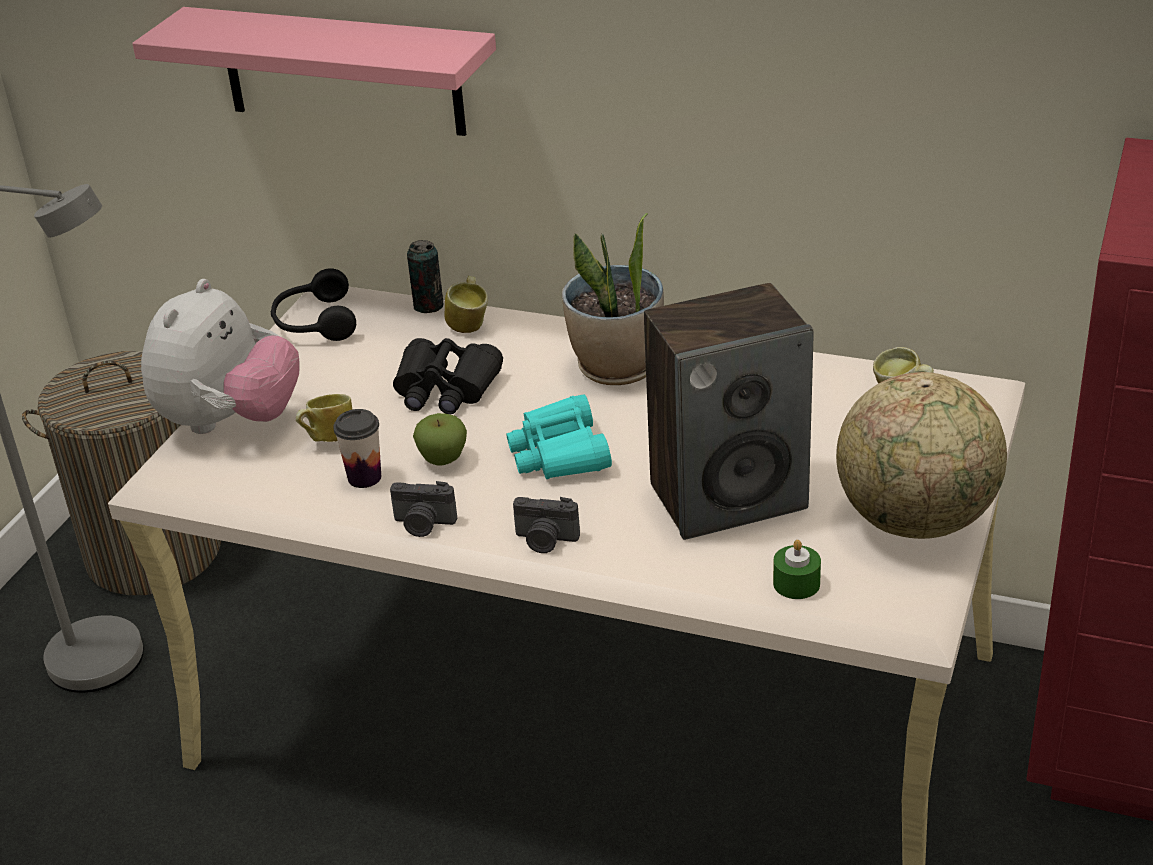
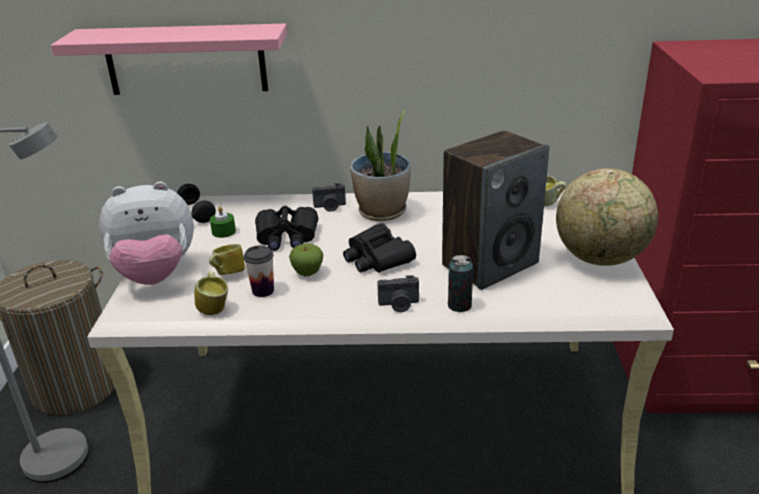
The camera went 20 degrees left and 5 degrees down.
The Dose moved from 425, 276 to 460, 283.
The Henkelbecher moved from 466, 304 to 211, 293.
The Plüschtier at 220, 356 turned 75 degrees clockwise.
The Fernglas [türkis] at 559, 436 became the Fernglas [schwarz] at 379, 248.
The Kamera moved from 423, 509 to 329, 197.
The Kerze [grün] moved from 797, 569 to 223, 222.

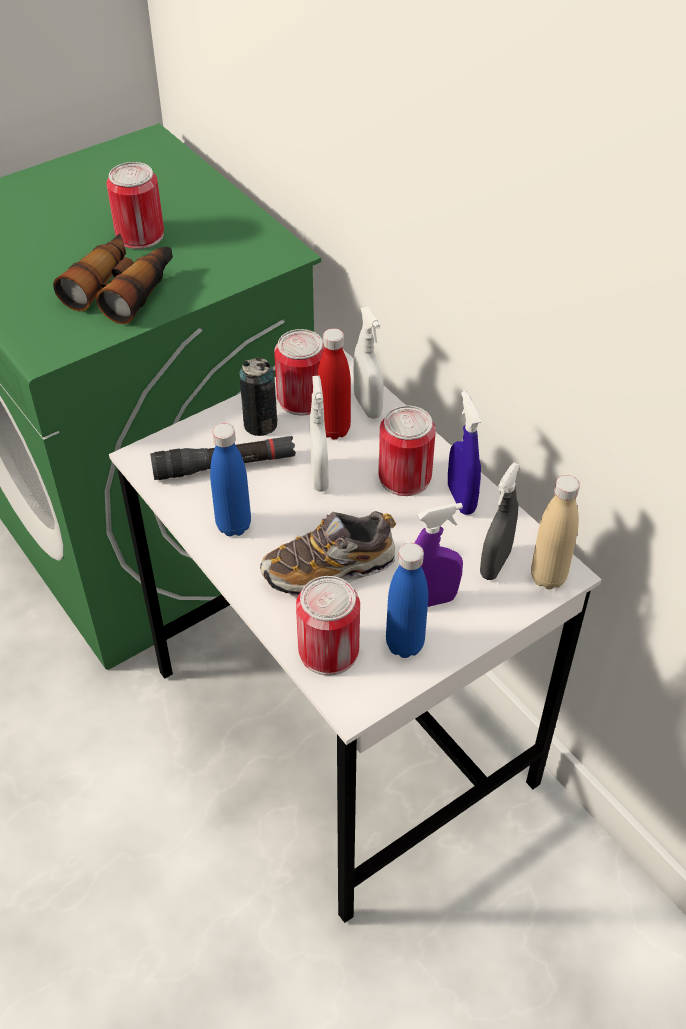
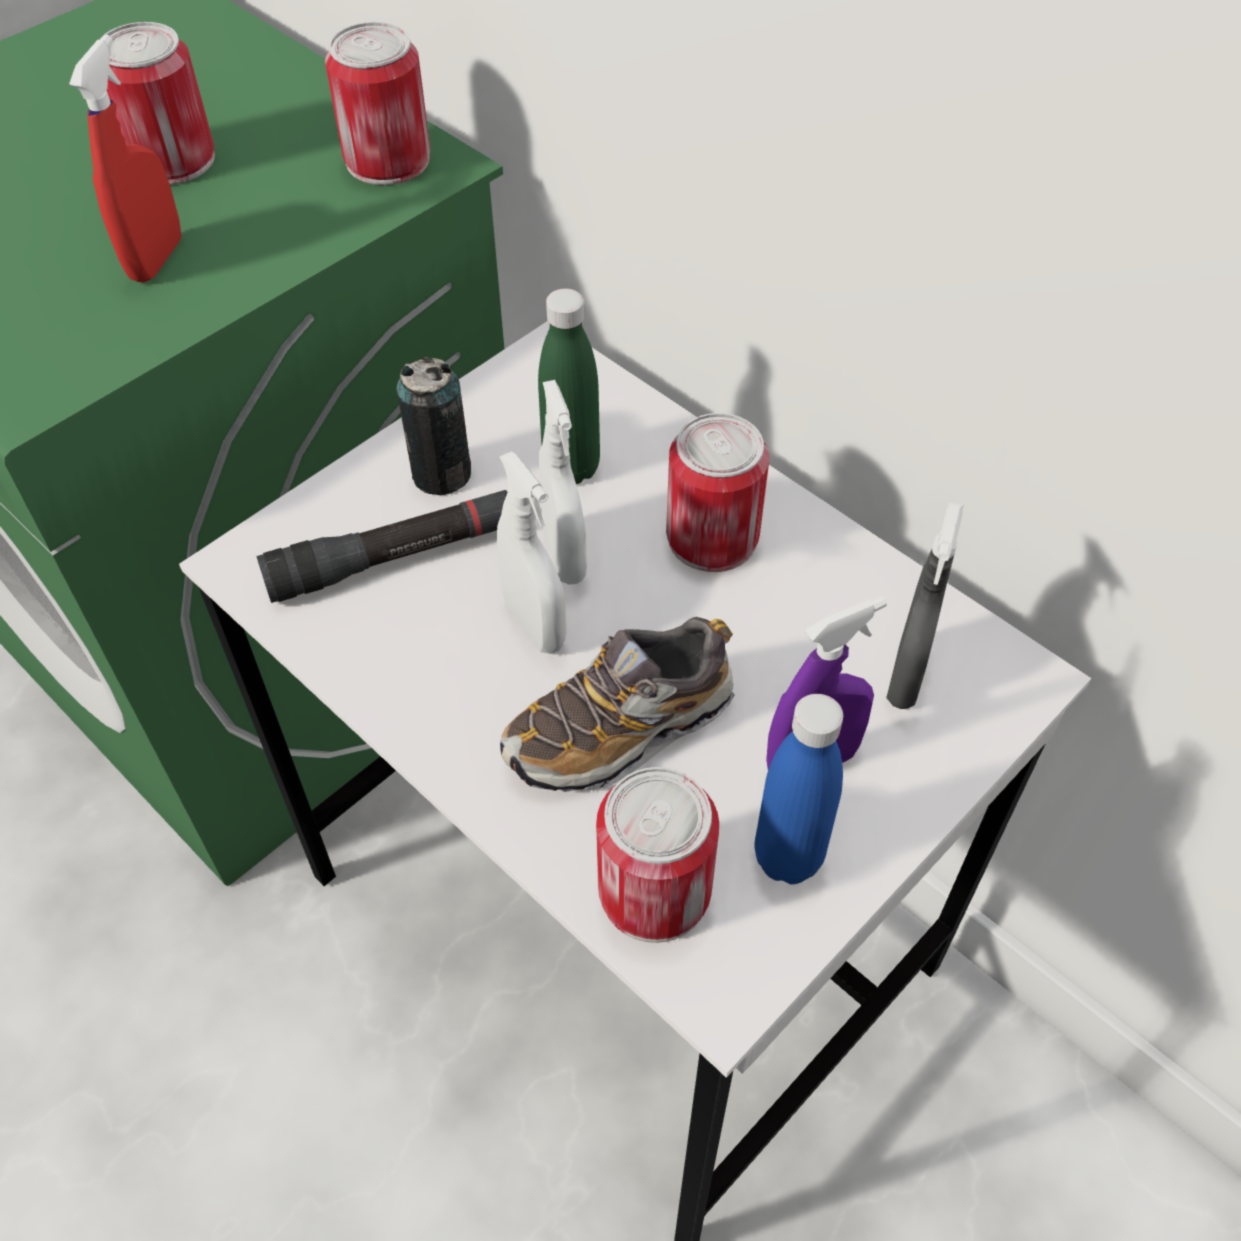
The camera went 10 degrees left and 5 degrees up.
The Fernglas at 113, 279 was replaced by the Sprühflasche [rot] at 125, 159.
The Sprühflasche [weiß] moved from 368, 363 to 532, 552.
The Flasche [rot] at 334, 383 became the Flasche [grün] at 569, 386.
The Dose moved from 299, 372 to 377, 103.
The Sprühflasche [blau] at 464, 453 disappeared.
The Flasche [blau] at 230, 480 disappeared.
The Flasche [beige] at 555, 532 disappeared.

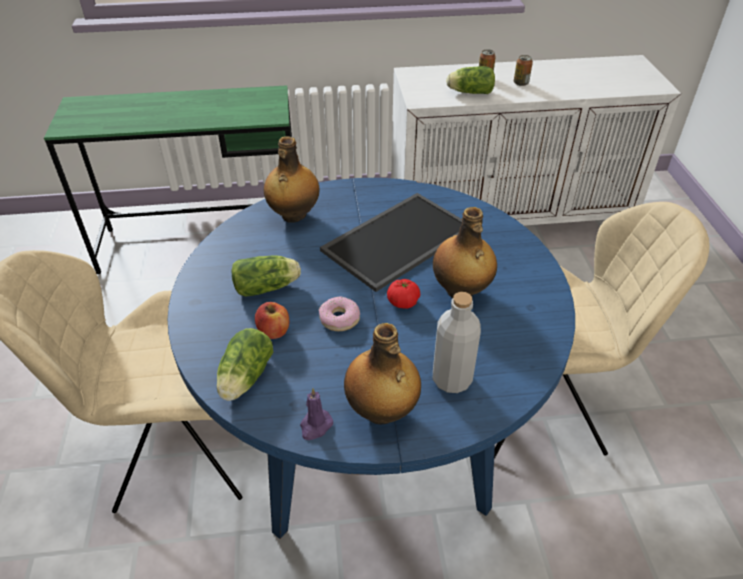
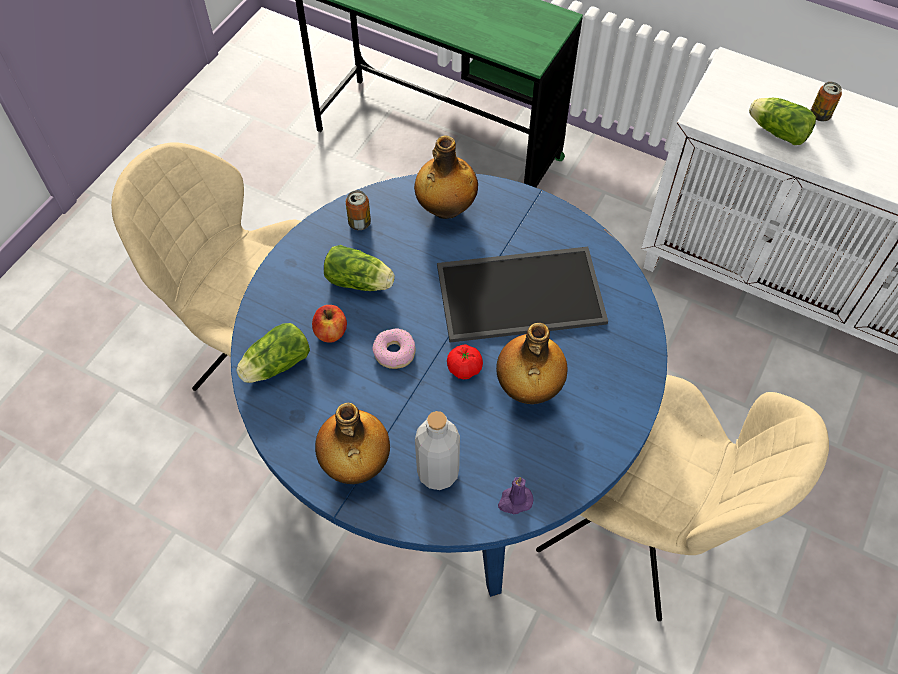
The camera went 35 degrees right and 15 degrees up.
The Dose moved from 523, 70 to 358, 210.
The Kerze [lila] moved from 316, 414 to 515, 495.

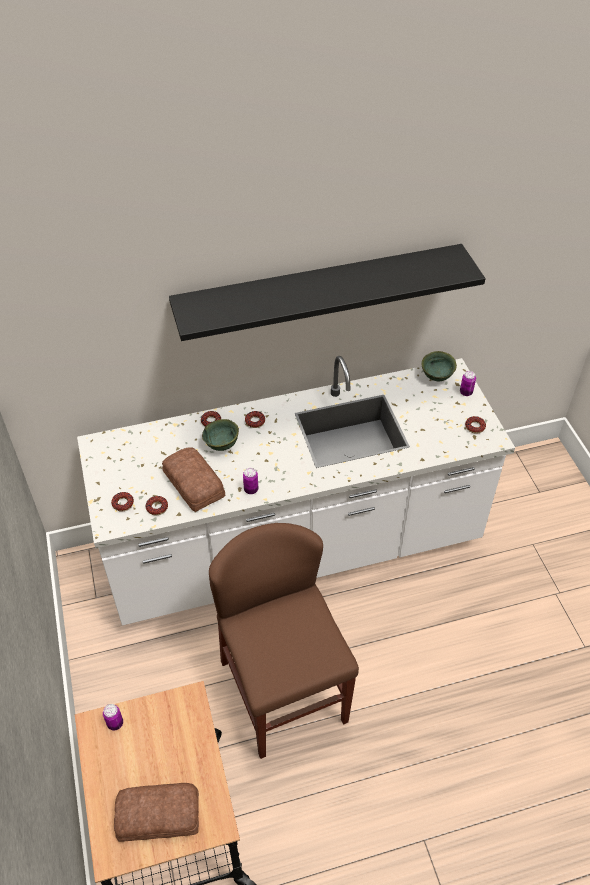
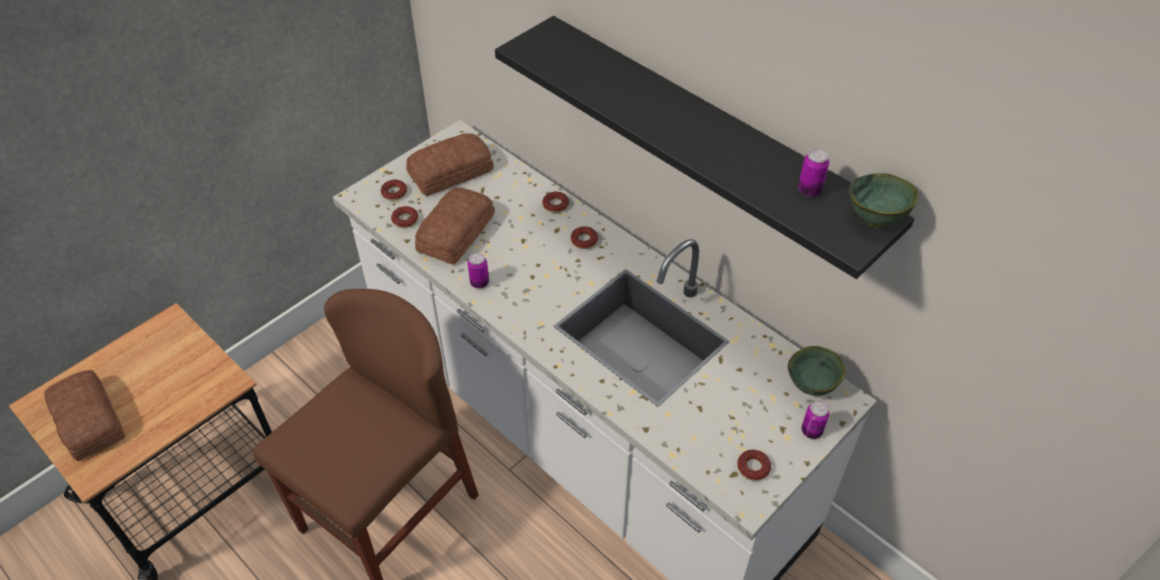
The camera went 60 degrees right and 0 degrees up.
The Schüssel [grün] moved from 220, 435 to 883, 200.
The Dose moved from 113, 717 to 813, 173.
The Brot at 450, 164 appeared.

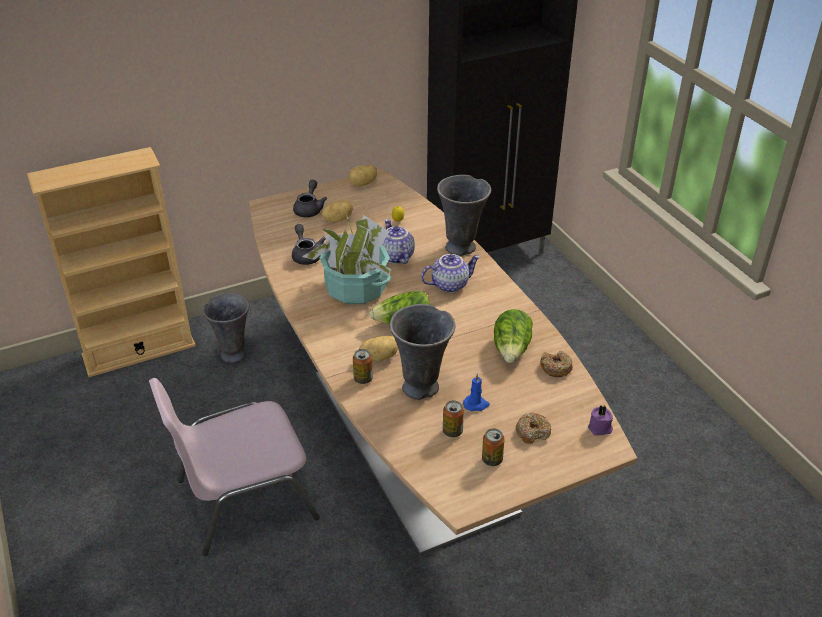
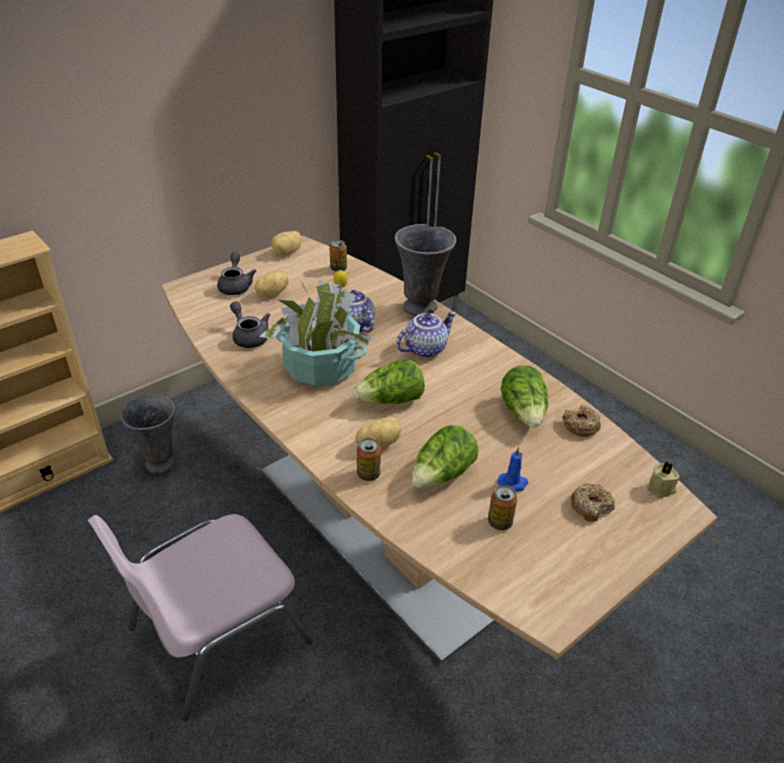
The camera went 15 degrees left and 0 degrees up.
The Vase [grau] at 423, 352 was replaced by the Salatkopf at 445, 456.
The Kerze [lila] at 600, 420 became the Kerze [beige] at 663, 479.
The Dose moved from 493, 447 to 338, 256.

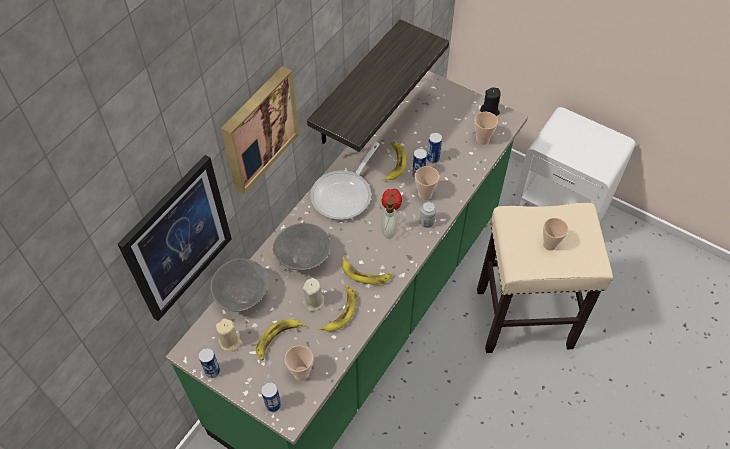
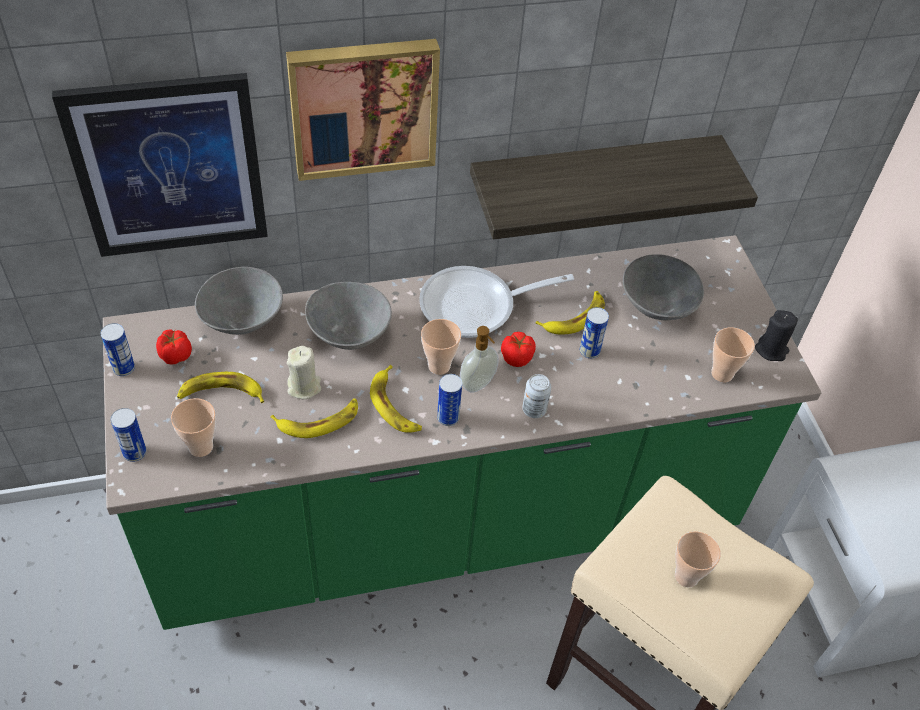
The camera went 40 degrees right and 5 degrees down.
The Dose moved from 434, 148 to 449, 400.
The Tasse moved from 427, 183 to 441, 347.
The Kerze [beige] at 229, 334 was replaced by the Tomate at 174, 346.
The Schüssel [grau] at 663, 287 appeared.

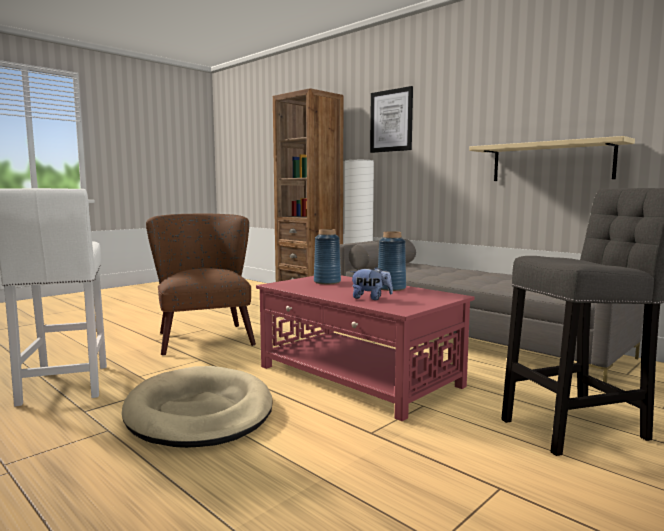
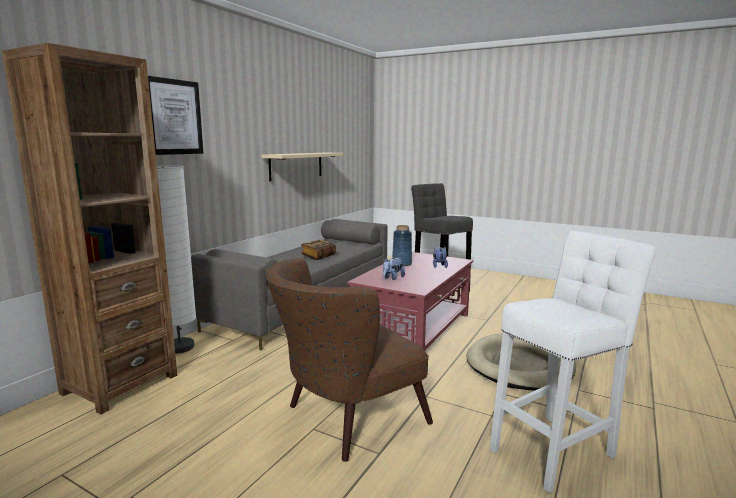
The camera went 105 degrees left and 5 degrees up.
The Vase [blau] at 327, 256 was replaced by the Plüschtier at 394, 268.
The Buch at 318, 250 appeared.

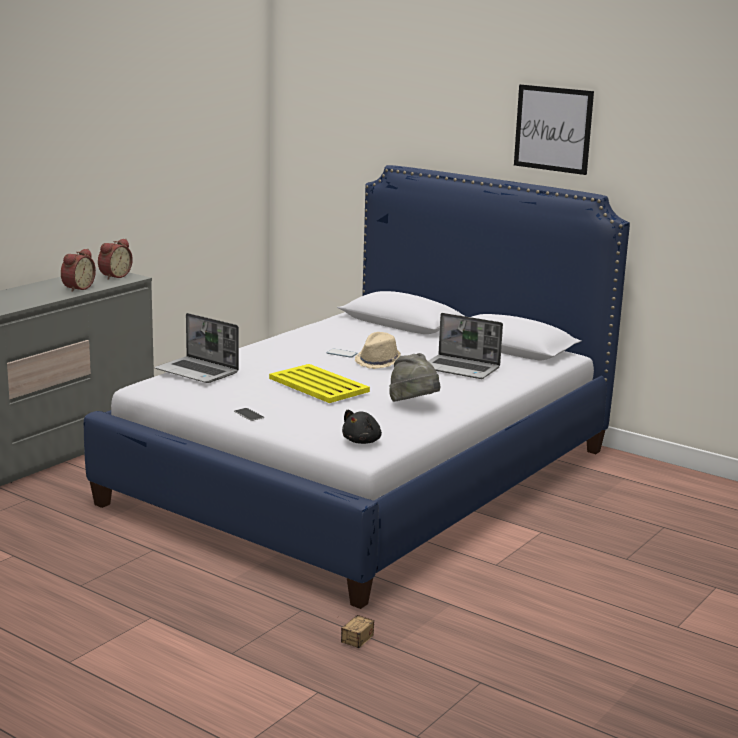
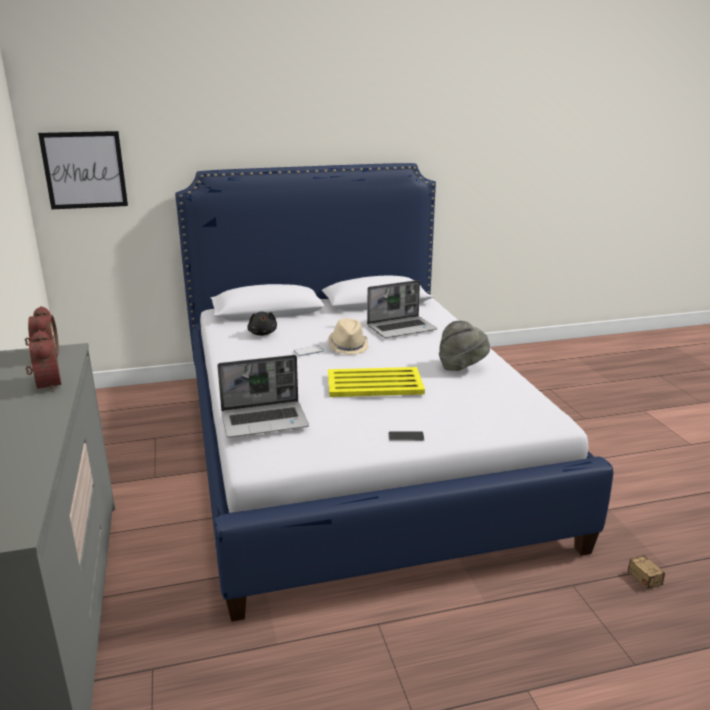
The camera went 50 degrees left and 5 degrees up.
The Bild moved from 554, 129 to 83, 170.
The Plüschtier [schwarz] moved from 362, 427 to 262, 324.

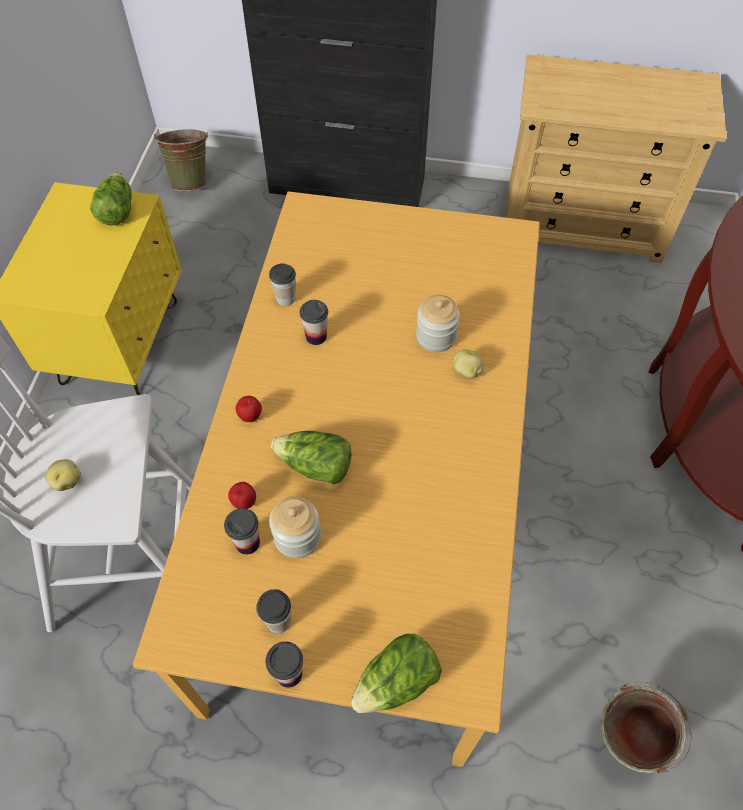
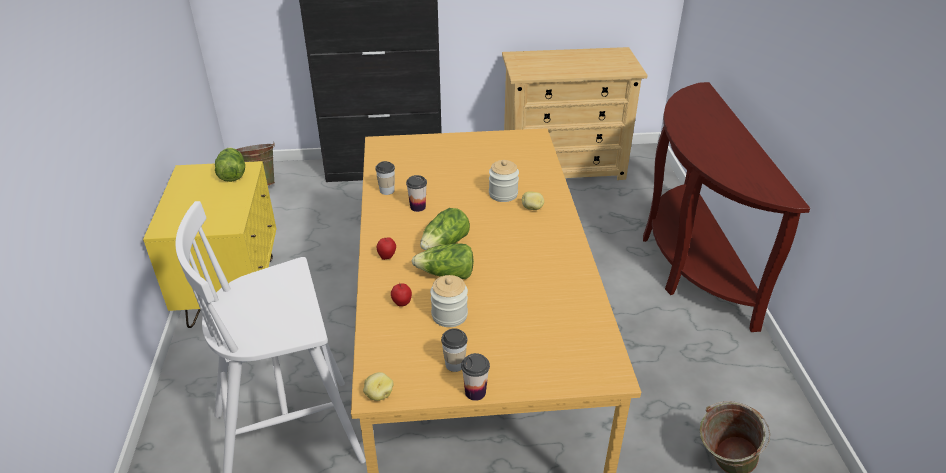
The camera went 15 degrees left and 20 degrees down.
The Kartoffel moved from 63, 475 to 378, 386.
The Tasse at 242, 531 disappeared.
The Salatkopf moved from 396, 673 to 445, 229.

